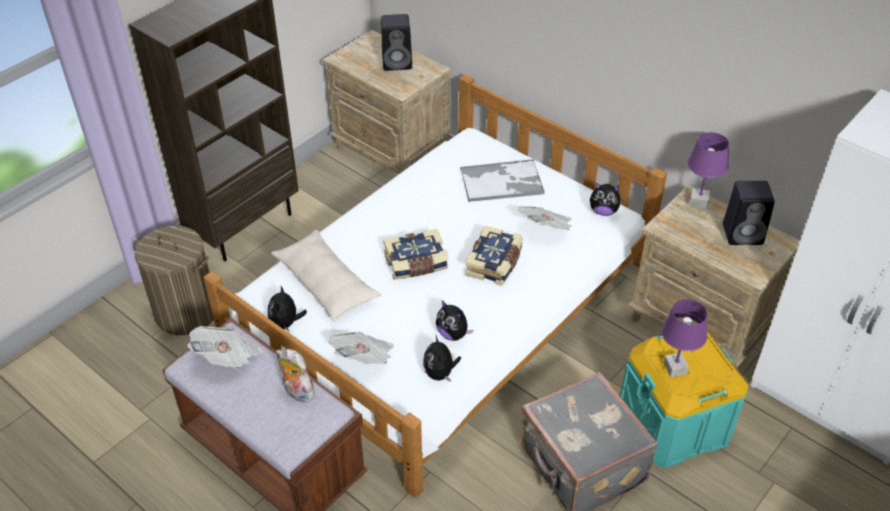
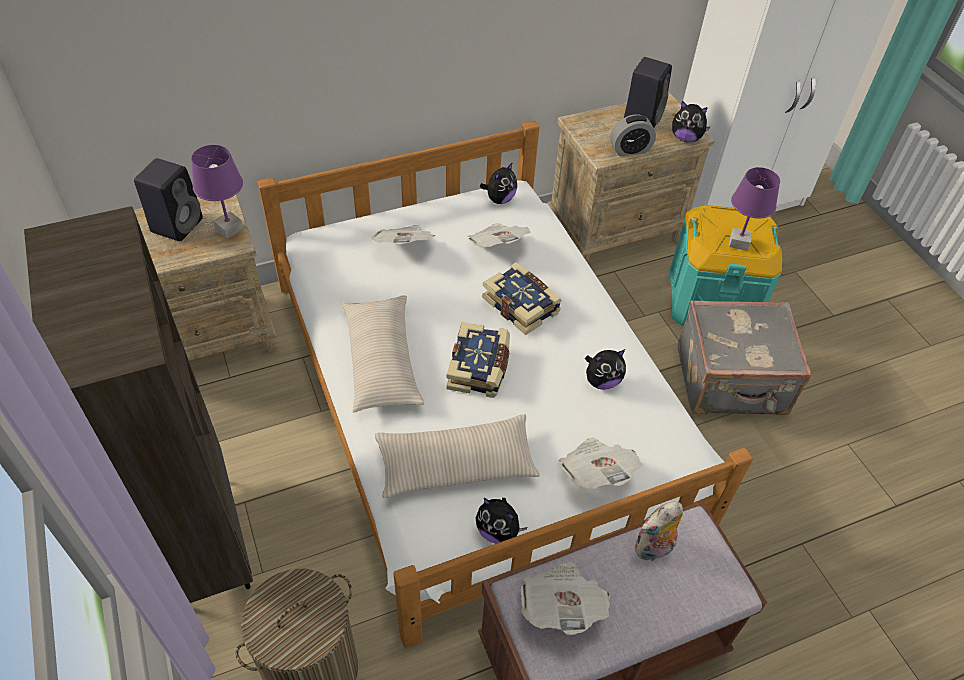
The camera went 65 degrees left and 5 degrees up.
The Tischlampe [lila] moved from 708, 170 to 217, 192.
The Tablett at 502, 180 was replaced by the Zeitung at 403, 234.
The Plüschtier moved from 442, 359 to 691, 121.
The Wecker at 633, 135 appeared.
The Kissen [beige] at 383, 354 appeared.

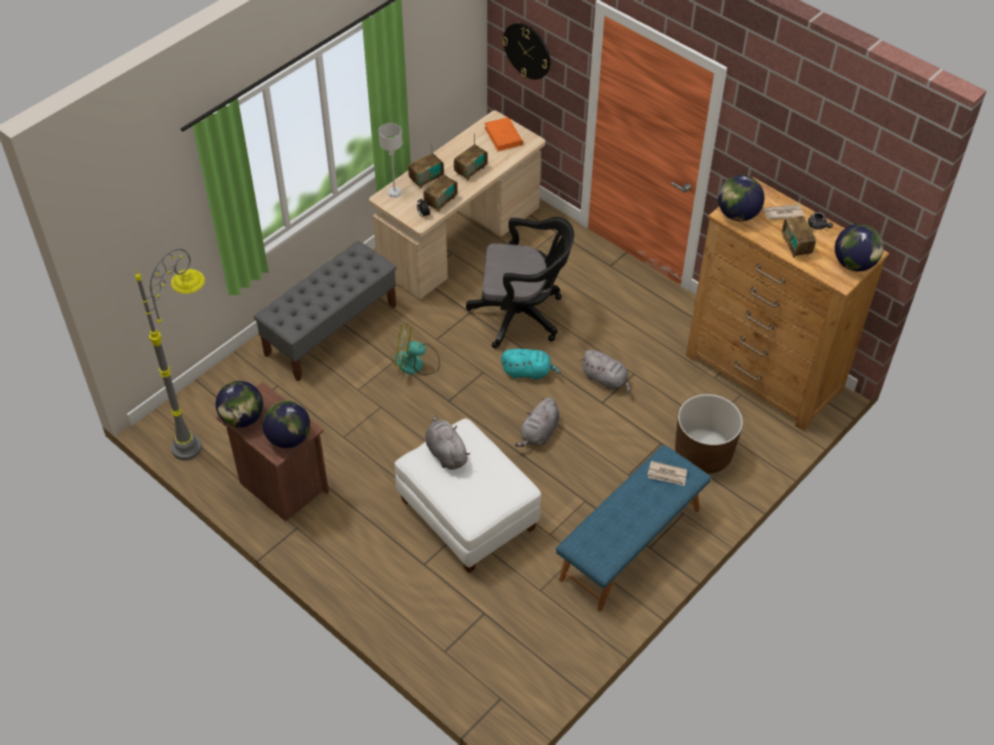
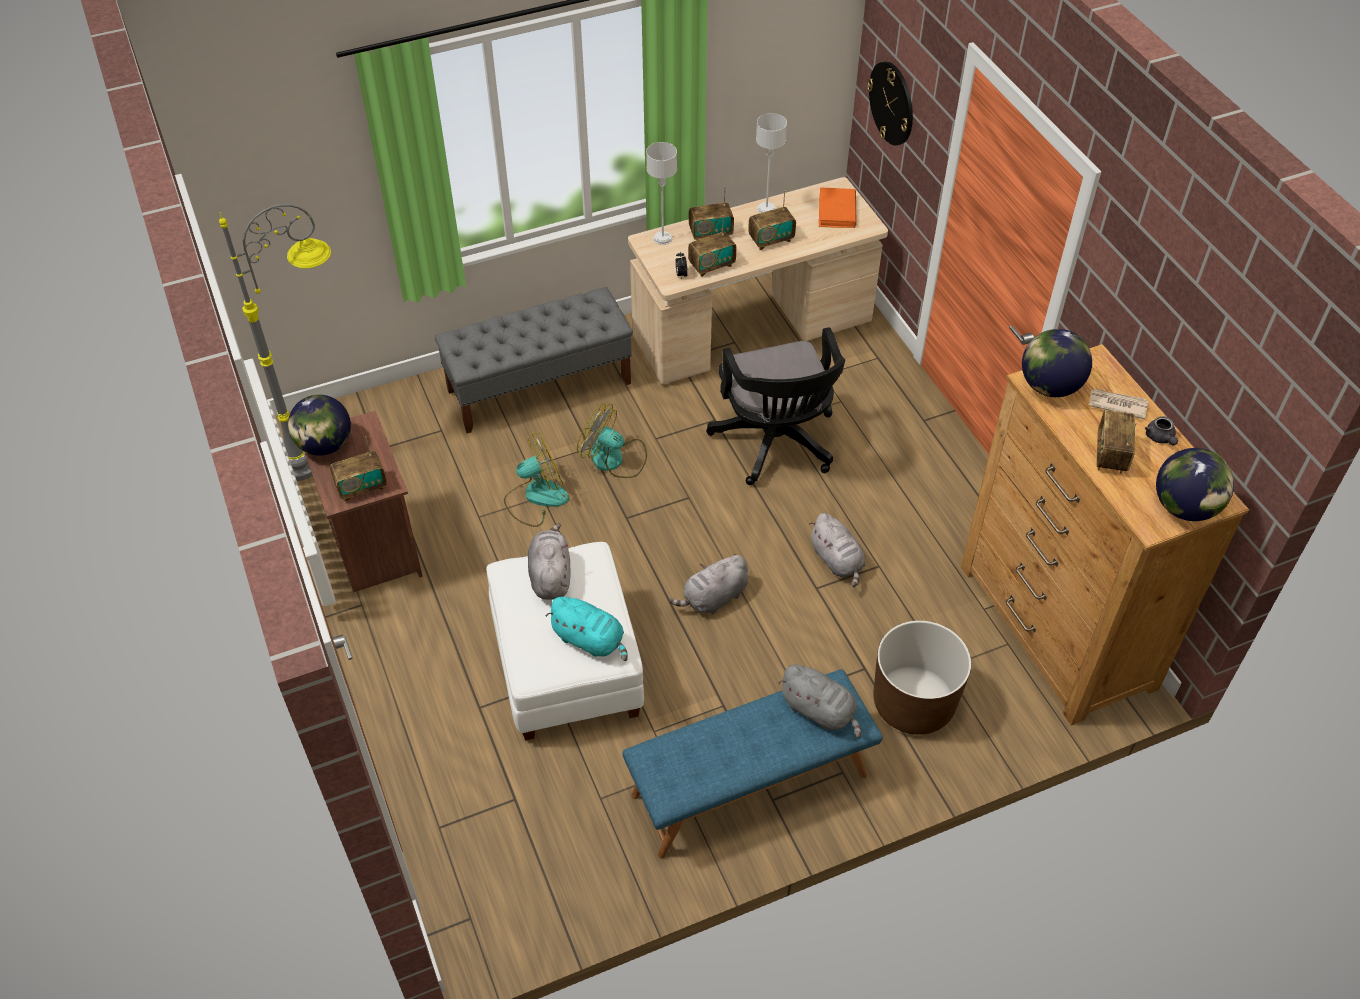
The camera went 25 degrees right and 0 degrees up.
The Bürostuhl [schwarz] at 520, 283 turned 45 degrees clockwise.
The Plüschtier [türkis] moved from 531, 364 to 587, 629.
The Globus at 286, 424 was replaced by the Radio at 358, 469.
The Zeitung at 667, 473 was replaced by the Plüschtier [grau] at 820, 701.
The Tischlampe [grau] at 771, 163 appeared.
The Ventilator at 536, 479 appeared.

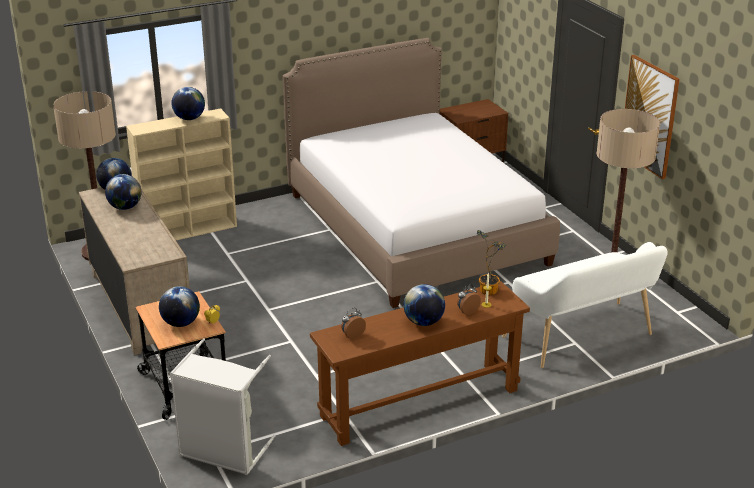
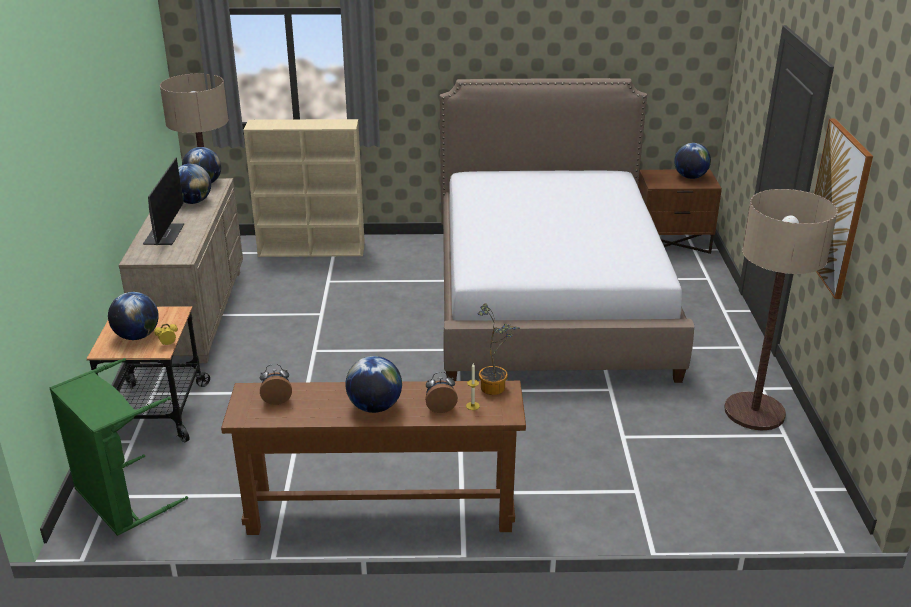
The camera went 25 degrees right and 0 degrees up.
The Globus moved from 188, 103 to 692, 161.
The Bank [weiß] at 585, 305 disappeared.
The Wäschekorb [grau] at 222, 406 became the Wäschekorb [grün] at 119, 447.
The Monitor at 163, 201 appeared.

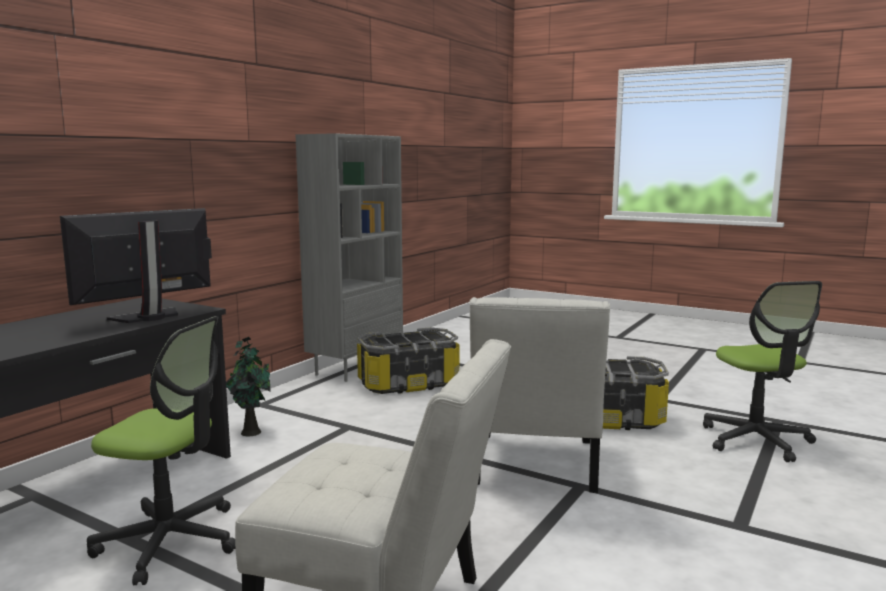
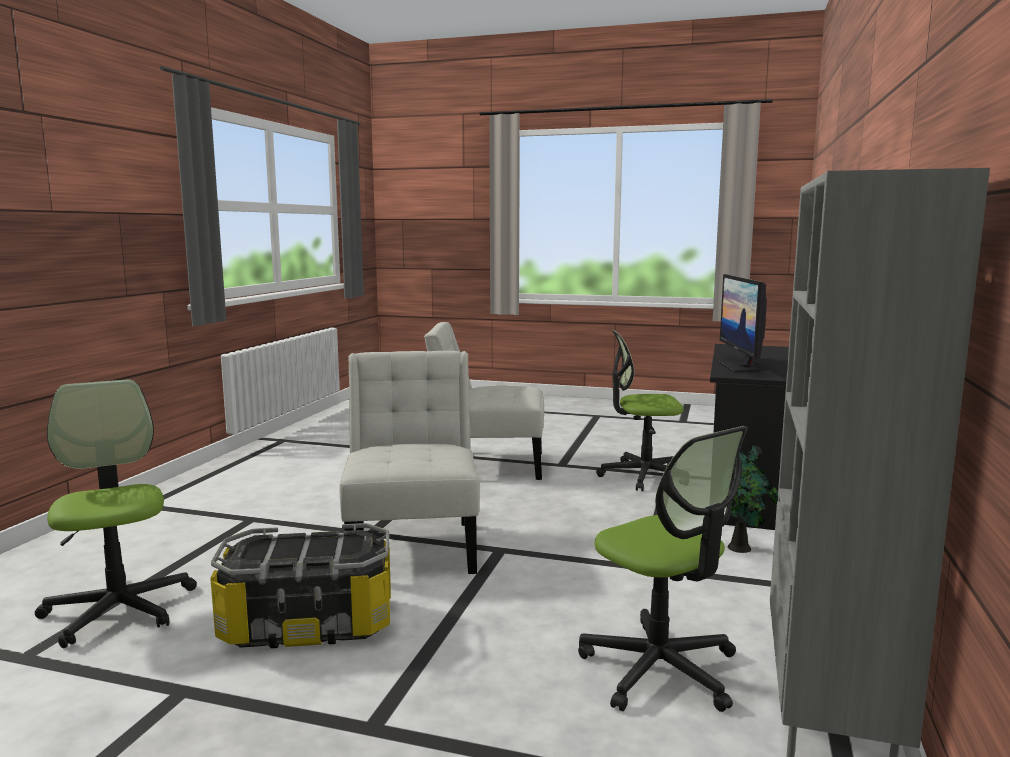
The camera went 165 degrees right and 0 degrees up.
The Monitor at 136, 265 turned 150 degrees clockwise.
The Aufbewahrungsbox at 408, 360 was replaced by the Bürostuhl at 663, 569.

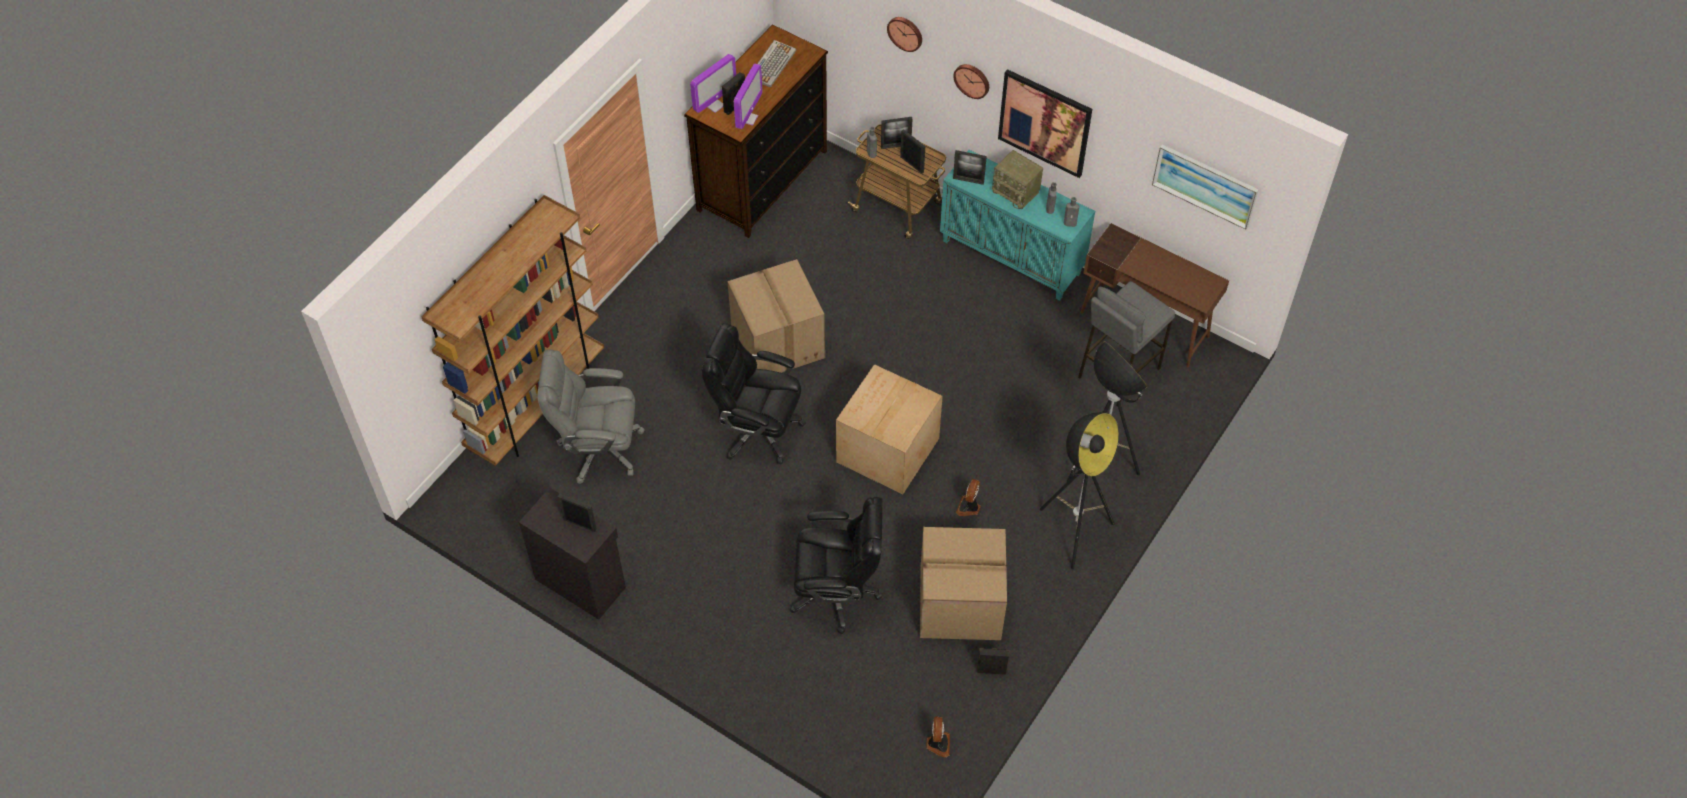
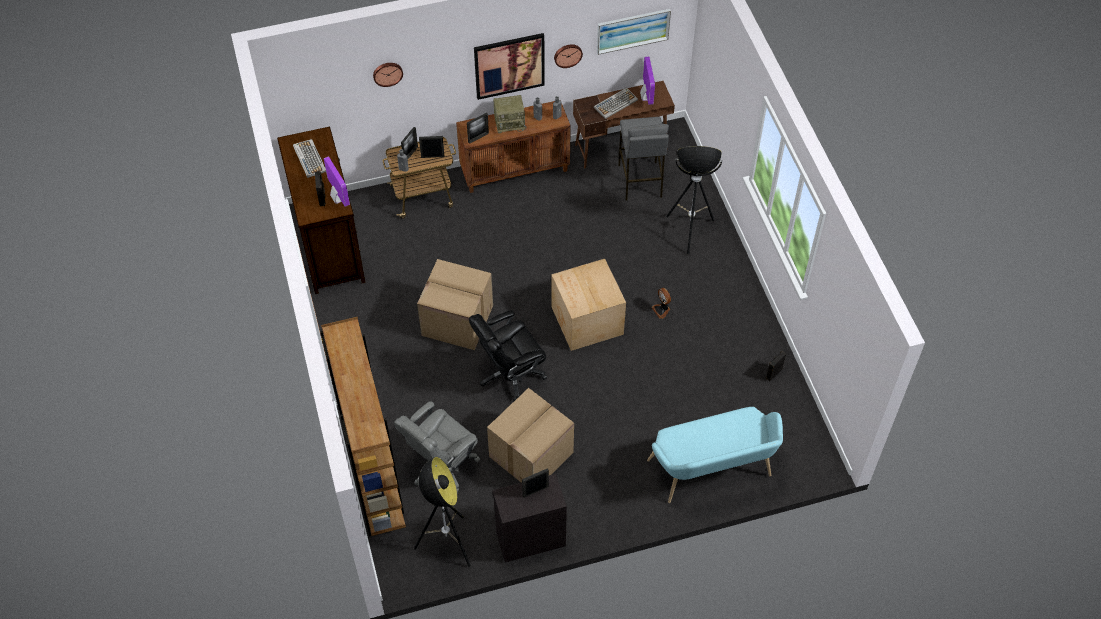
The camera went 50 degrees left and 0 degrees up.
The Monitor moved from 713, 83 to 647, 81.
The Wanduhr moved from 971, 81 to 568, 56.
The Schrank [türkis] at 1017, 225 became the Schrank [braun] at 513, 146.
The Stehlampe moved from 1079, 491 to 442, 512.
The Bürostuhl [schwarz] at 836, 565 disappeared.
The Karton moved from 963, 583 to 530, 435.
The Ventilator at 938, 736 disappeared.
The Tastatur at 616, 103 appeared.
The Bank [türkis] at 715, 454 appeared.

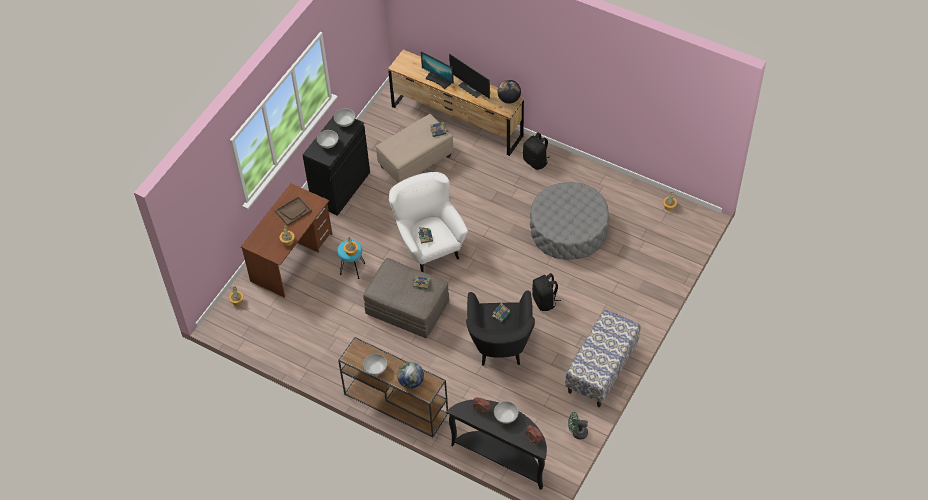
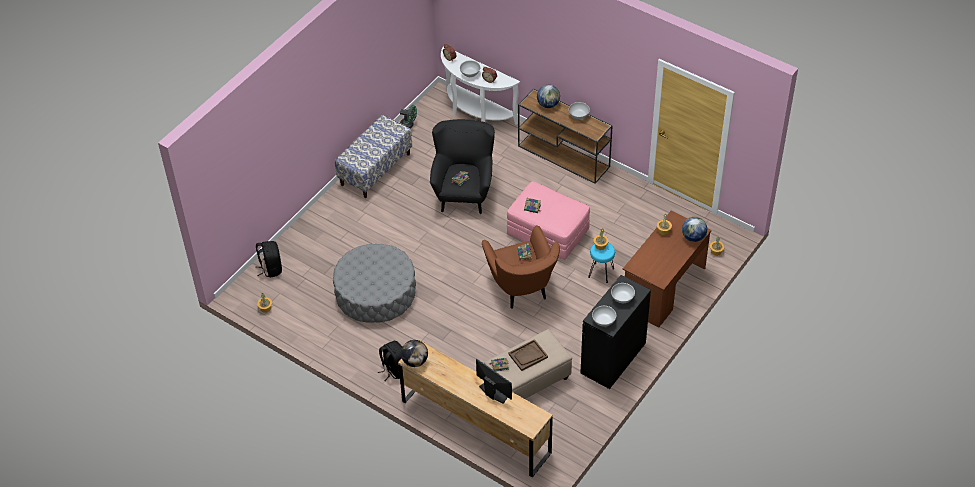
The camera went 175 degrees left and 5 degrees down.
The Monitor at 469, 76 disappeared.
The Sessel [weiß] at 428, 222 became the Sessel [braun] at 521, 267.
The Tablett [braun] moved from 293, 211 to 528, 355.
The Polsterhocker [grau] at 406, 298 became the Polsterhocker [rosa] at 548, 220.
The Rucksack [schwarz] moved from 546, 292 to 269, 259.
The Konsolentisch [schwarz] at 496, 445 became the Konsolentisch [weiß] at 480, 85.
The Globus at 694, 229 appeared.

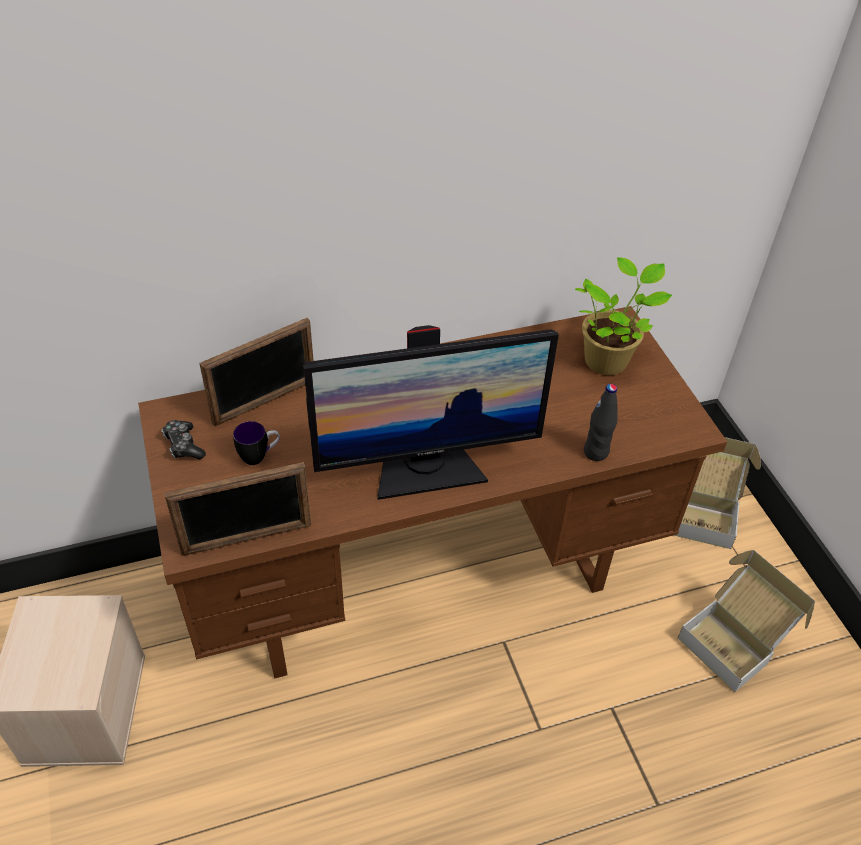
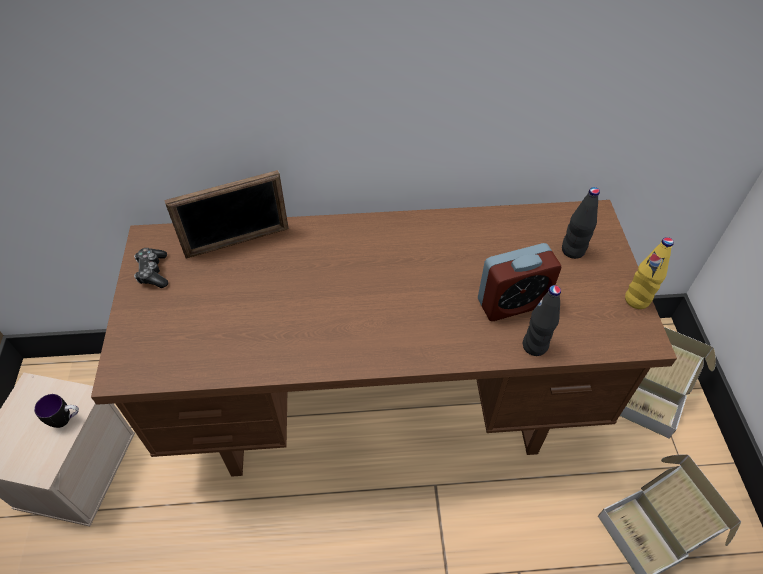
The camera went 15 degrees right and 5 degrees up.
The Topfpflanze at 623, 316 was replaced by the Flasche [schwarz] at 581, 223.
The Monitor at 431, 412 disappeared.
The Henkelbecher moved from 256, 443 to 56, 411.
The Bilderrahmen at 237, 509 disappeared.
The Flasche [gelb] at 649, 273 appeared.
The Wecker at 519, 282 appeared.

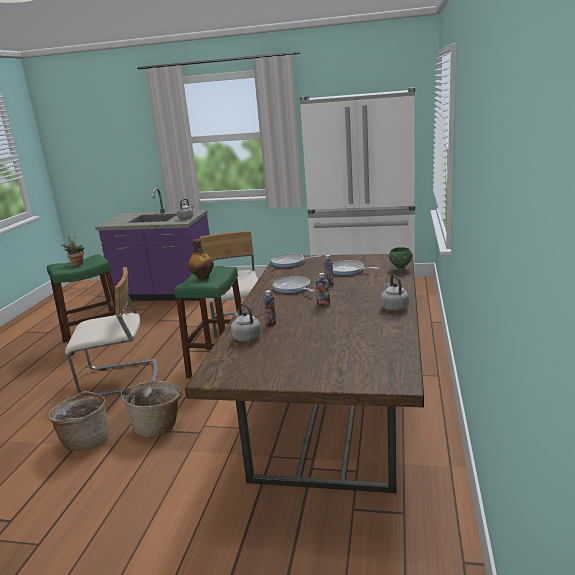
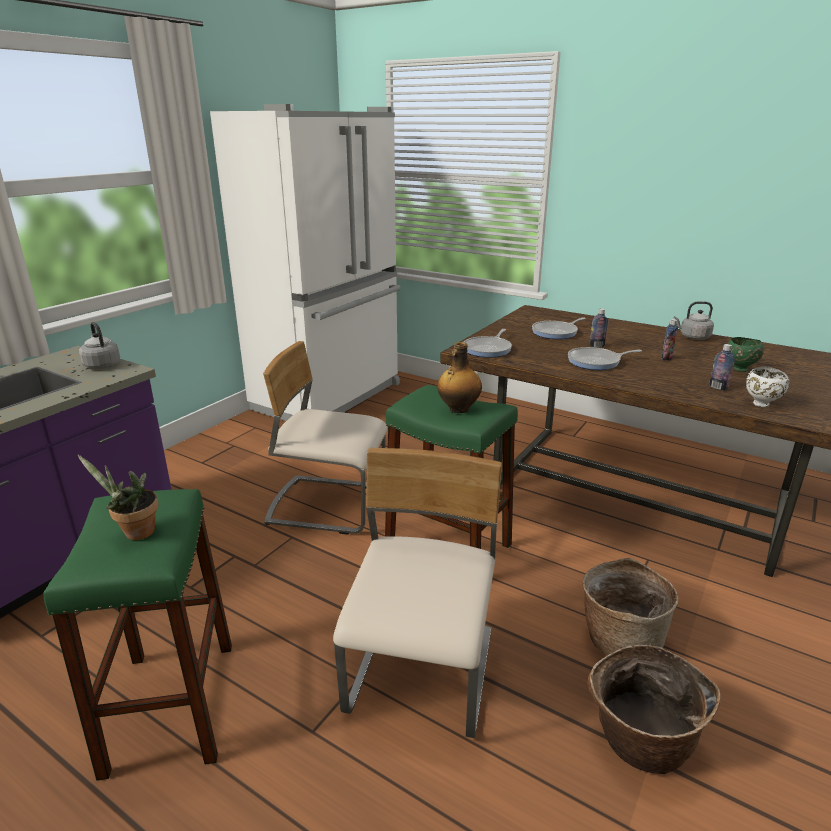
The camera went 70 degrees left and 5 degrees up.
The Schüssel [grün] moved from 400, 259 to 746, 354.
The Wasserkessel [grau] at 246, 322 was replaced by the Schüssel [weiß] at 767, 386.

